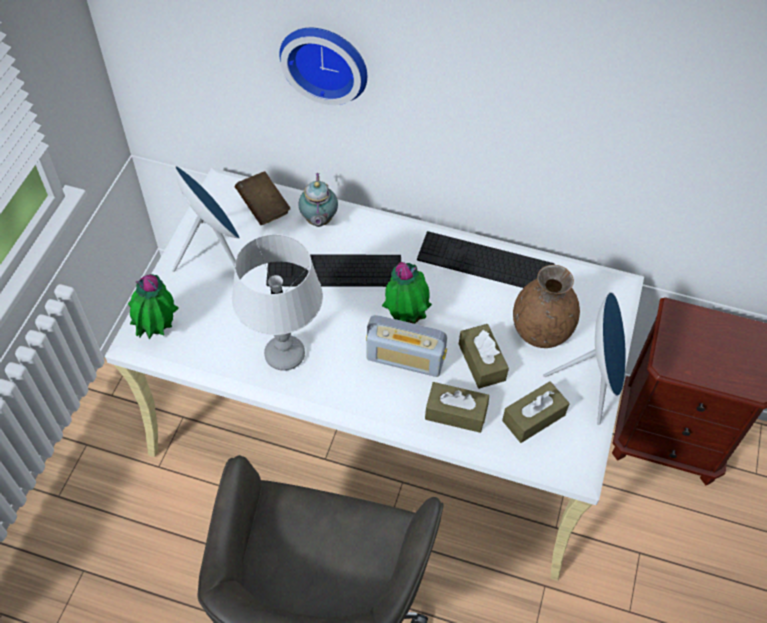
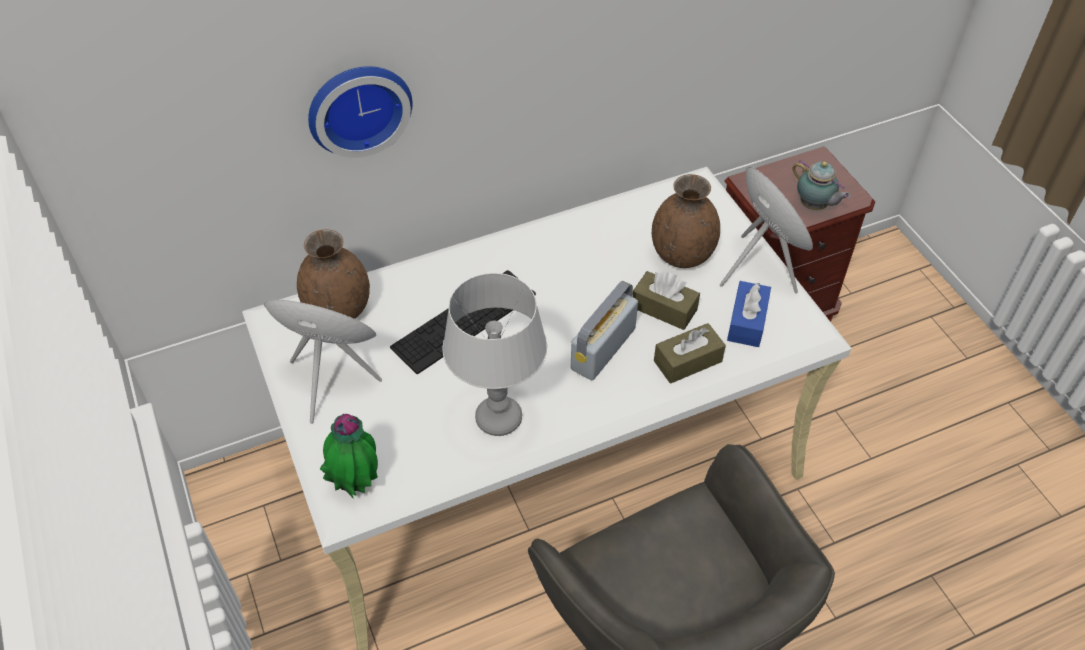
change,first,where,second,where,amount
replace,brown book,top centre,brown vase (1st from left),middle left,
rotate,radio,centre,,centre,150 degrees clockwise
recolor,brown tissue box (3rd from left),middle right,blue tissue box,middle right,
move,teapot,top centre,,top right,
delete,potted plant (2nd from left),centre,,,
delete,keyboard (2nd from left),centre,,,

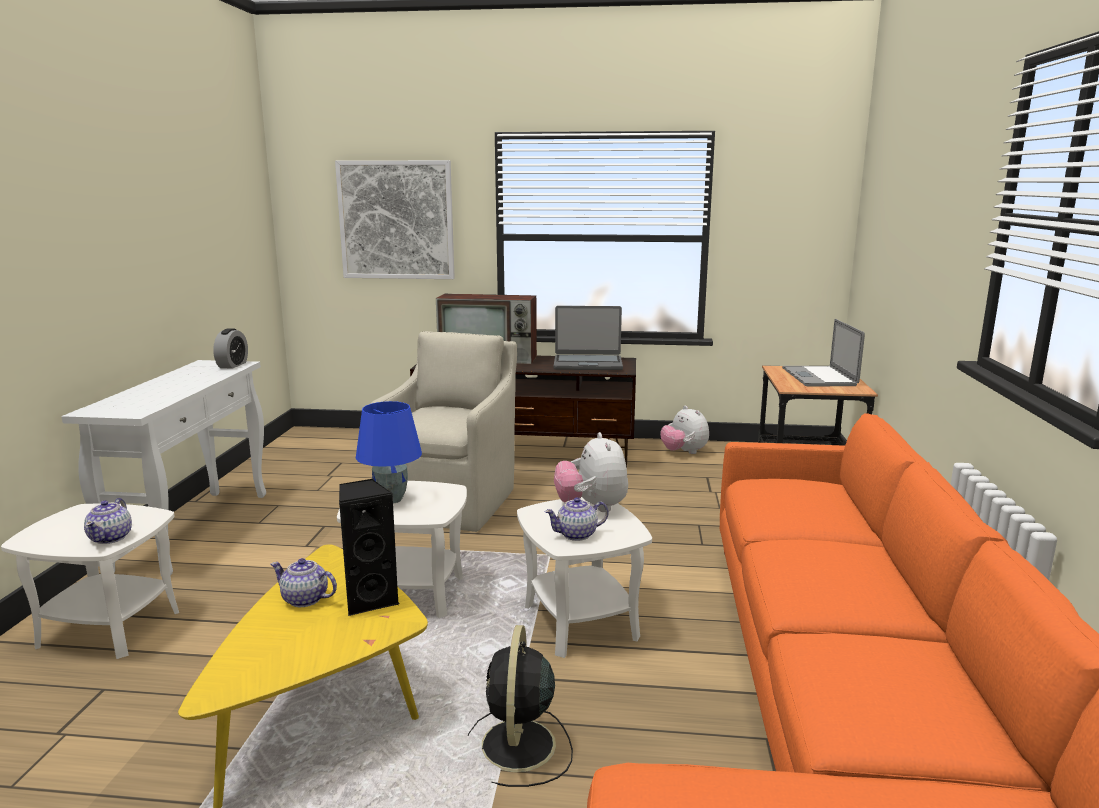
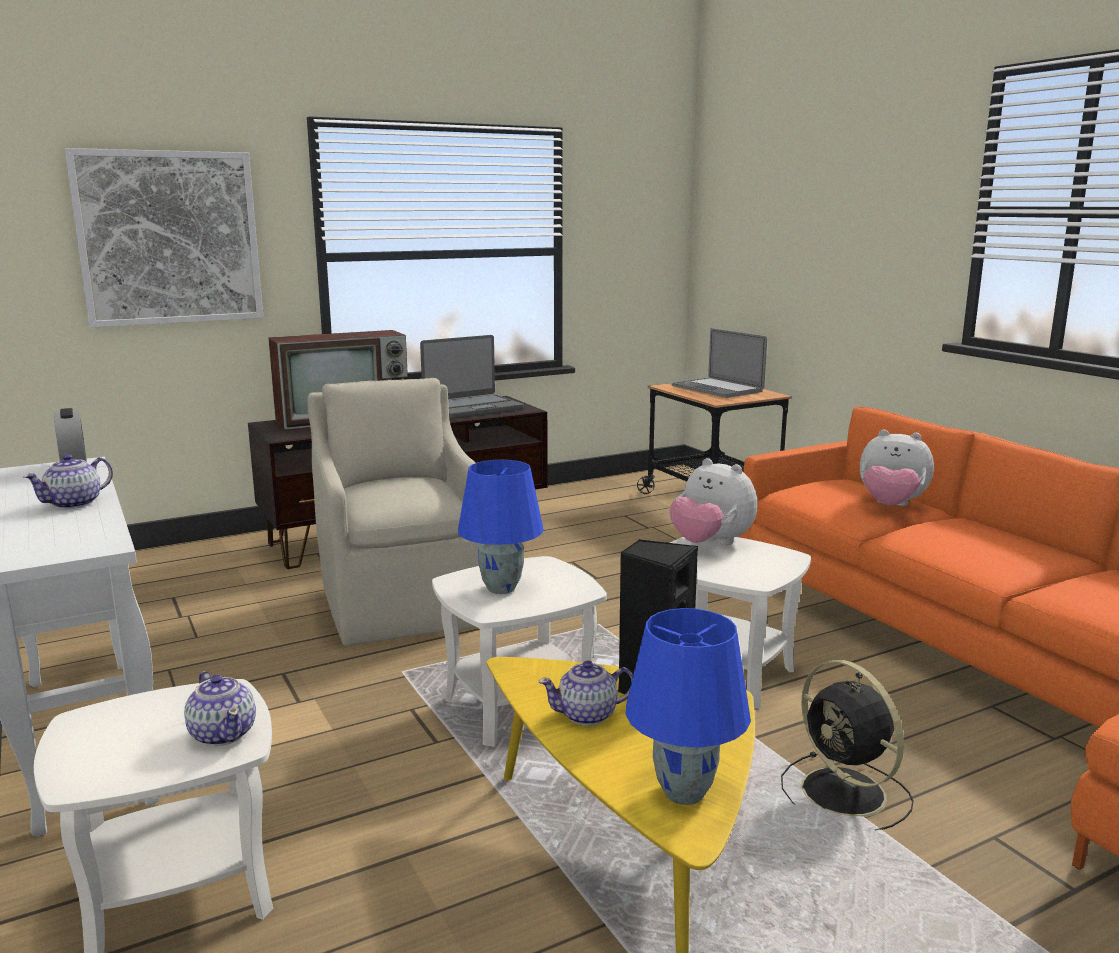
change,first,where,second,where,amount
move,teapot (3rd from left in the first image),centre,teapot (1st from left),middle left,
insert,,,blue table lamp (2nd from left),bottom centre,
move,plush toy (2nd from left),centre,,middle right,

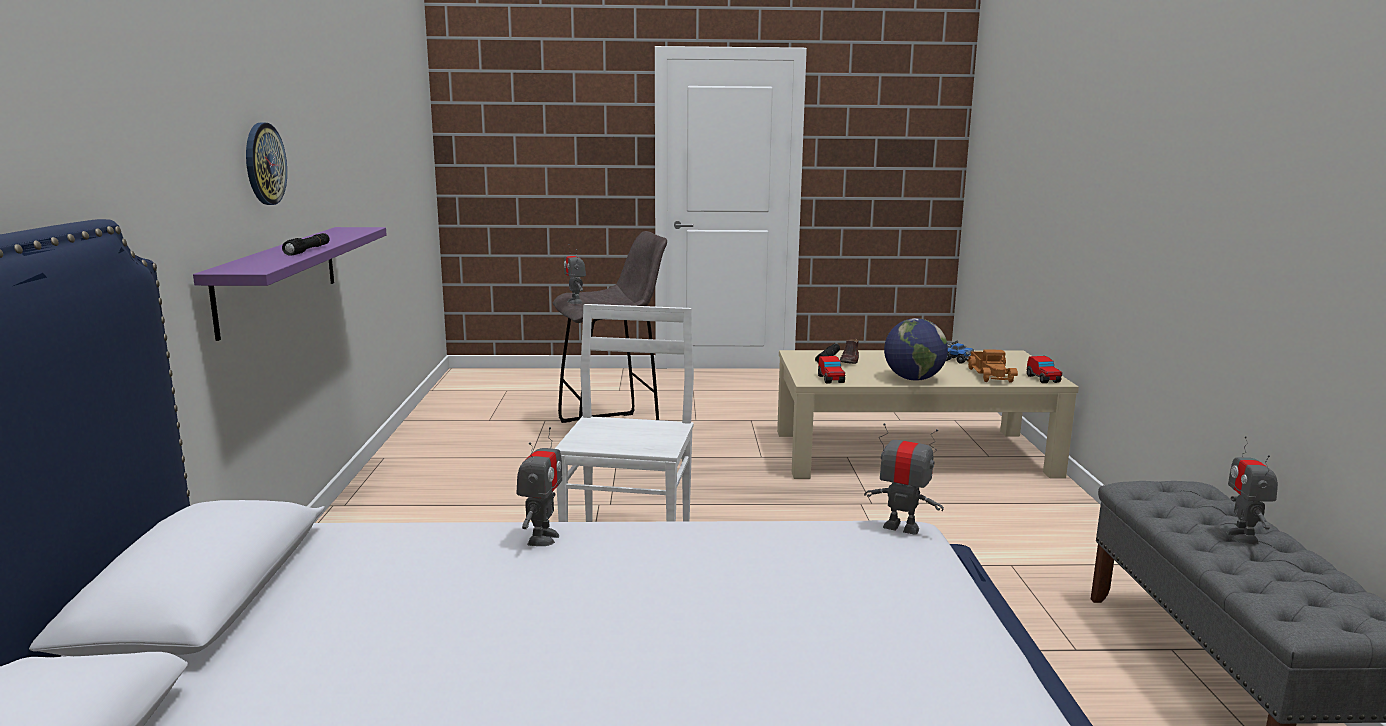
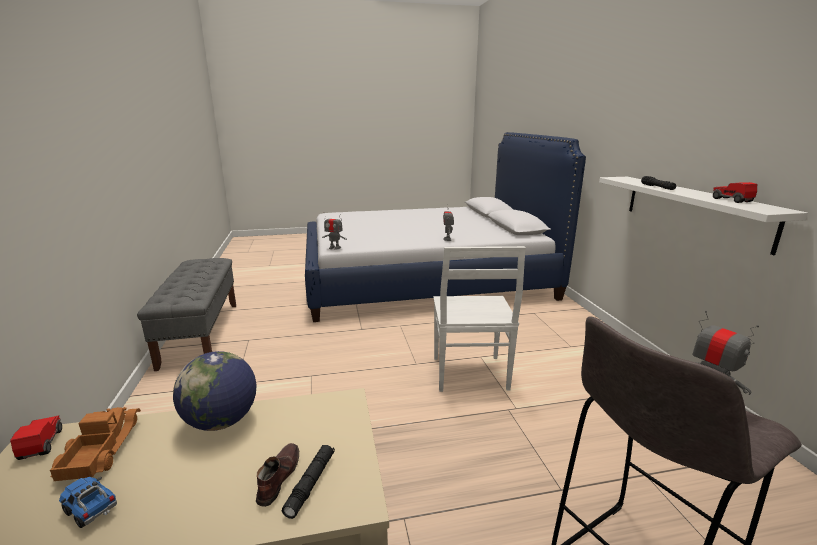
change,first,where,second,where,amount
recolor,purple shelf,middle left,white shelf,middle right,
move,toy car (1st from left in the first image),centre,toy car (2nd from left),middle right,
delete,wall clock,top left,,,
delete,toy robot (4th from left),bottom right,,,

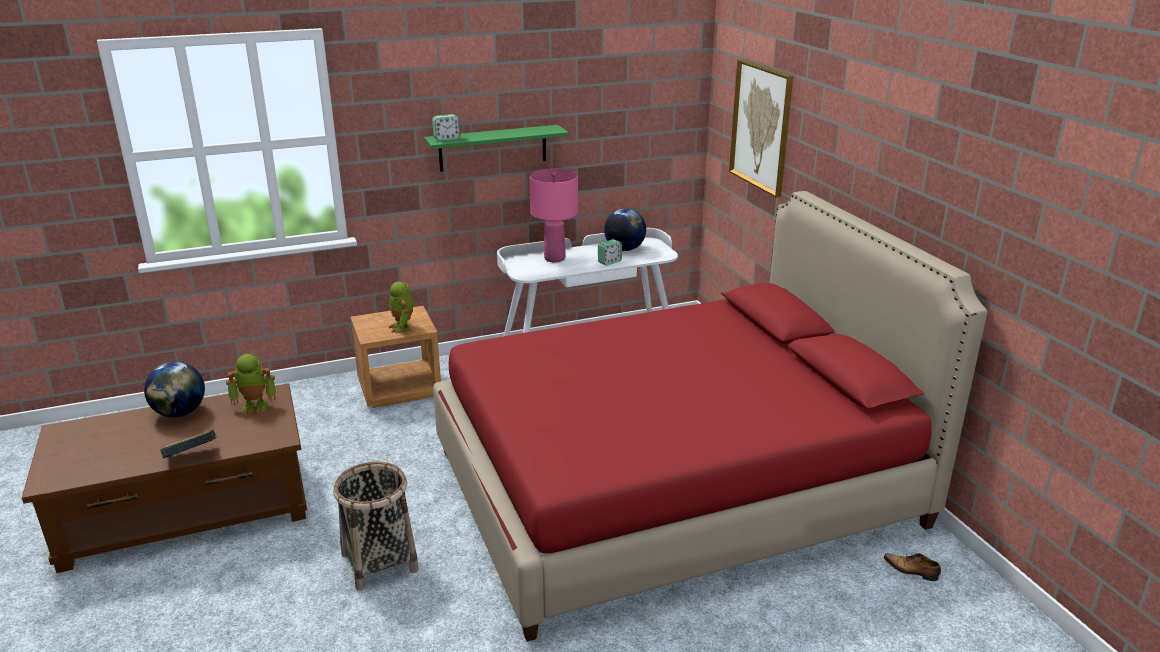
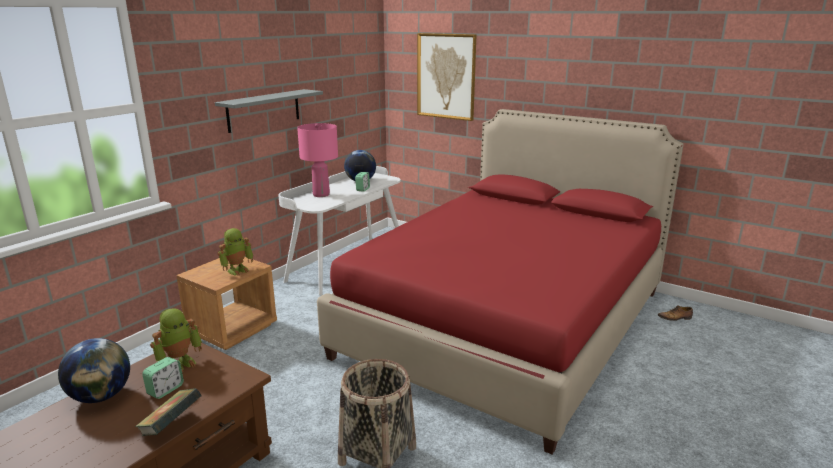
change,first,where,second,where,amount
move,alarm clock (1st from left),top centre,,bottom left,
recolor,green shelf,top centre,grey shelf,top left,
rotate,toy robot (2nd from left),centre,,middle left,75 degrees counterclockwise

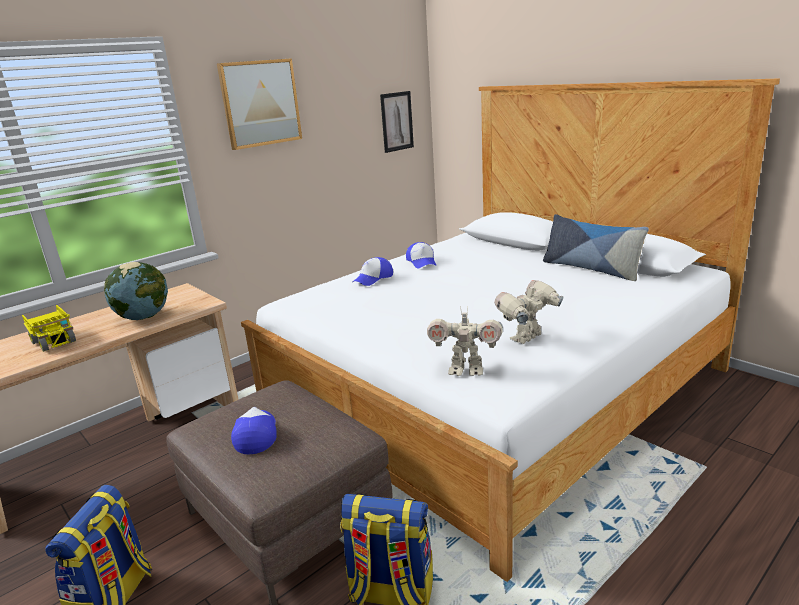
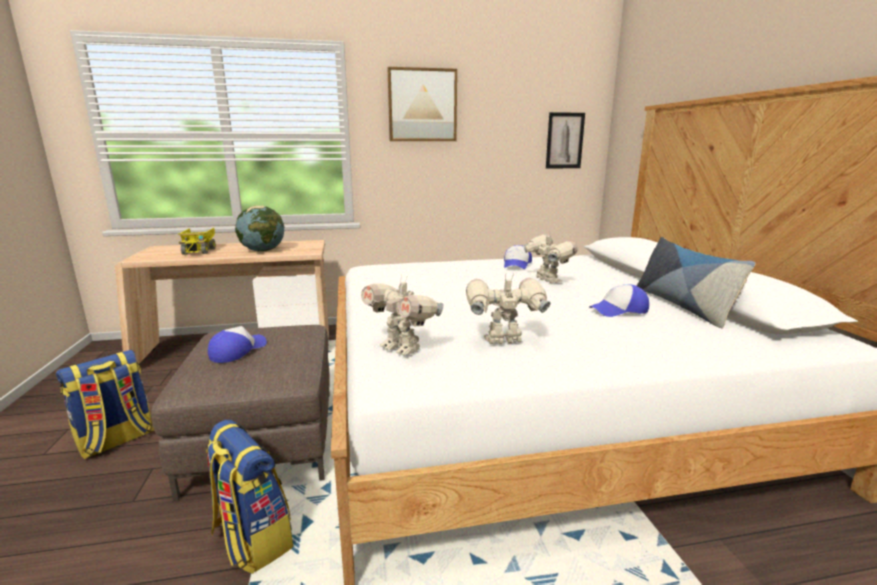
change,first,where,second,where,amount
insert,,,toy robot (3rd from left),centre,
move,cap (2nd from left in the first image),centre,cap (3rd from left),middle right,

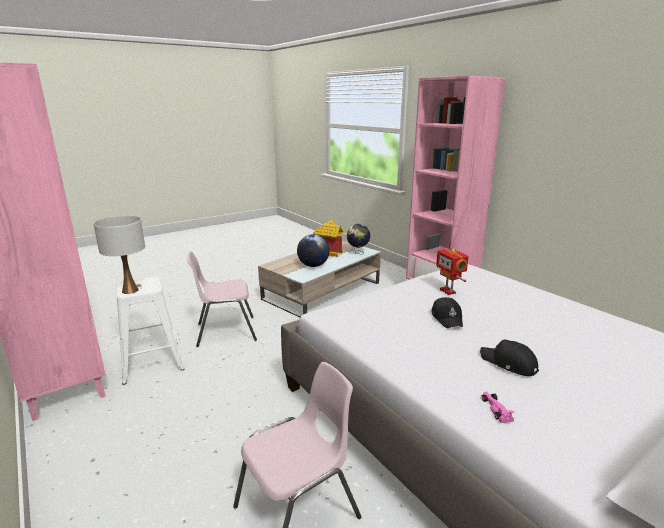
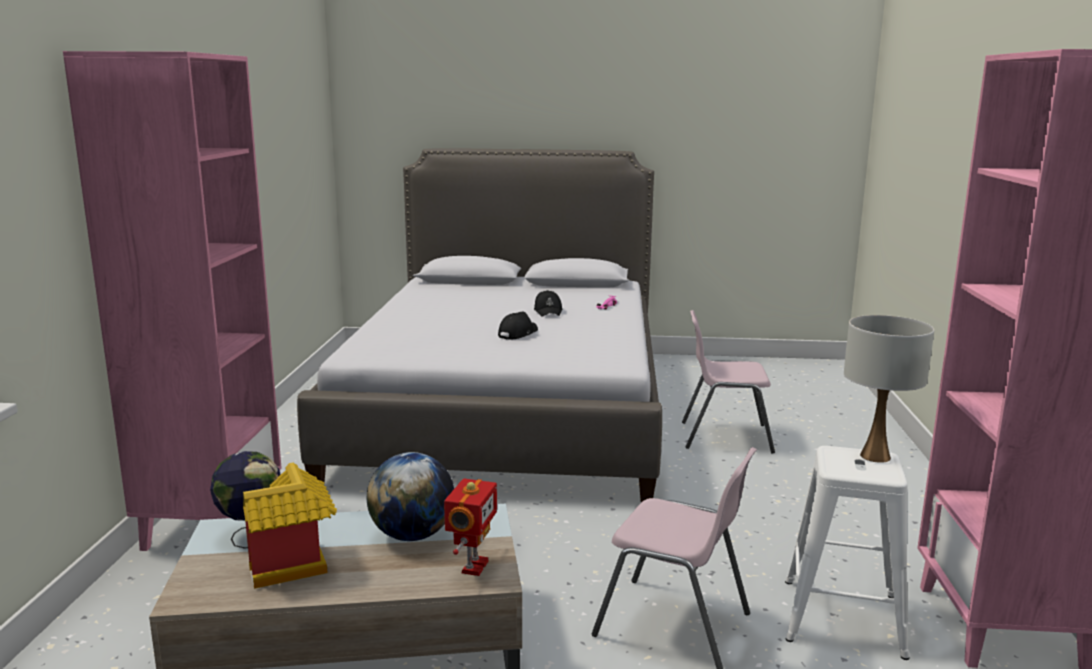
change,first,where,second,where,amount
move,toy robot,middle right,,bottom centre,

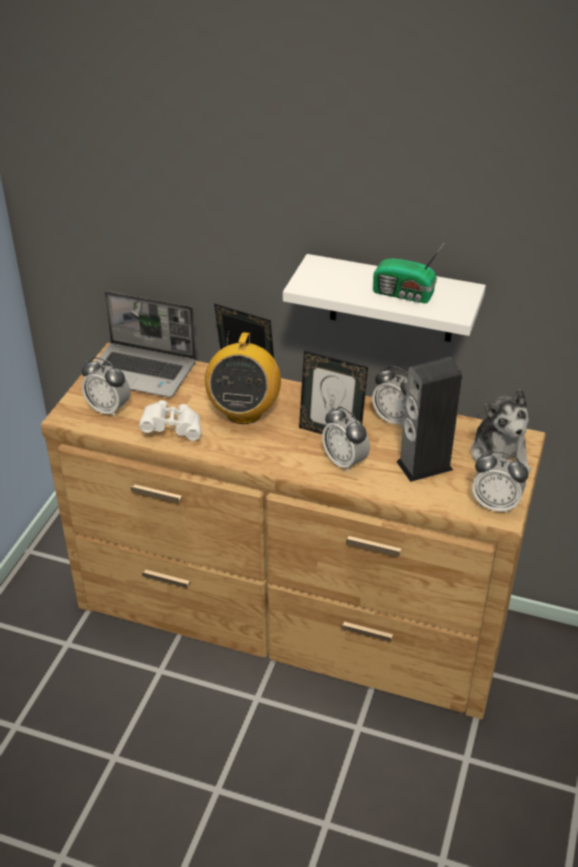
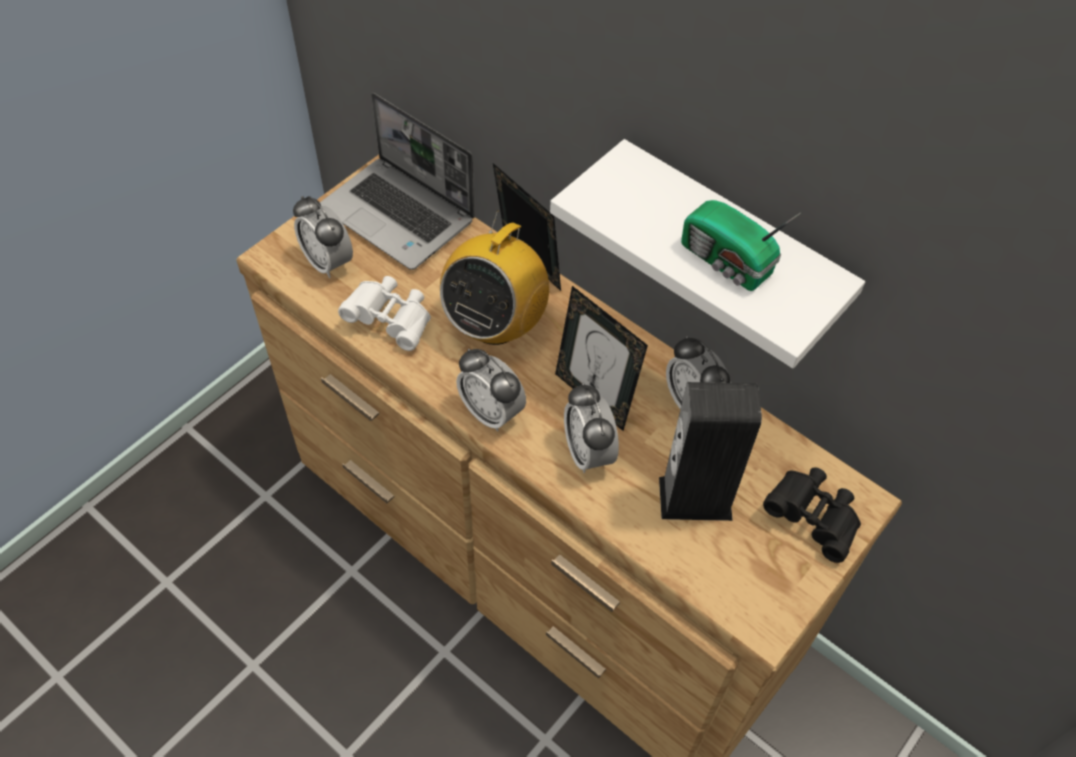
change,first,where,second,where,amount
move,alarm clock (4th from left in the first image),middle right,alarm clock (2nd from left),centre,
replace,plush toy,middle right,black binoculars,bottom right,

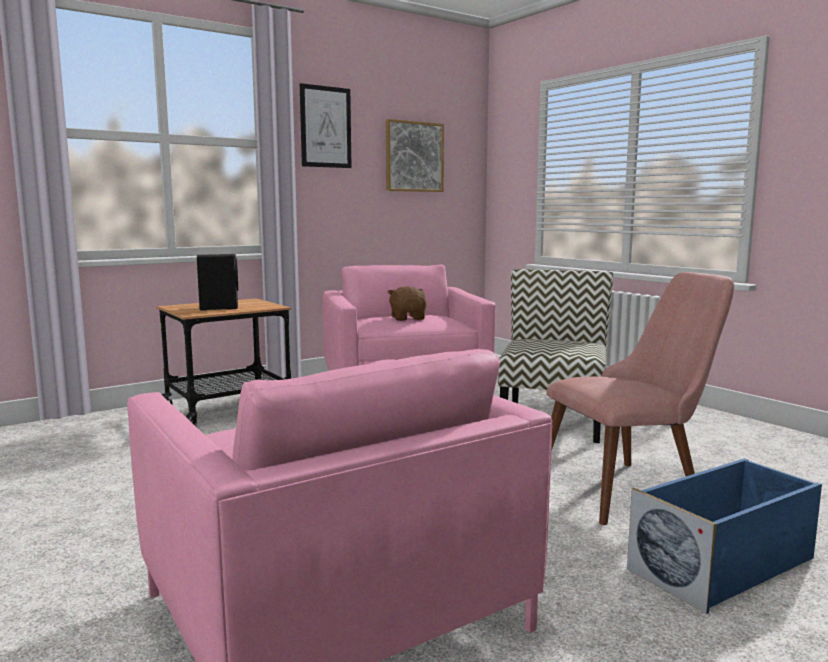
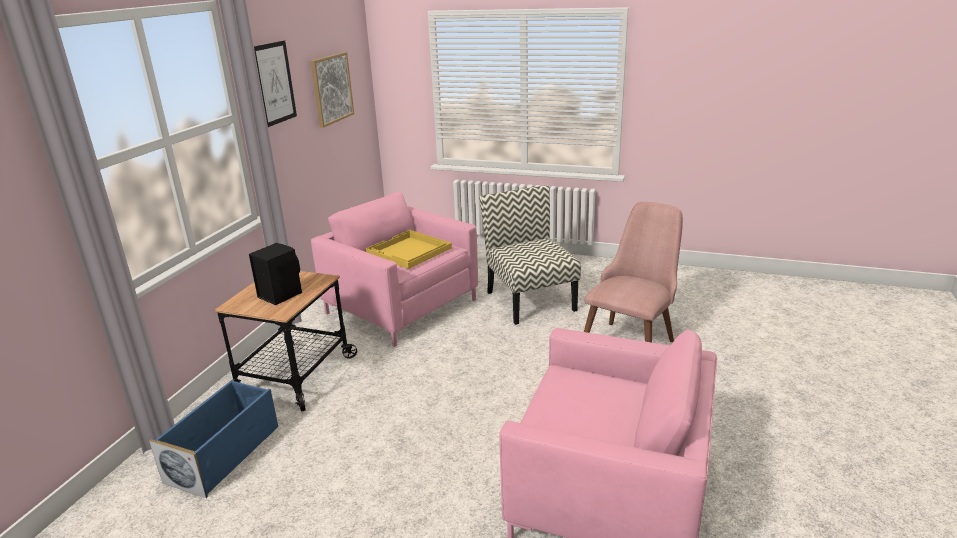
change,first,where,second,where,amount
move,blue storage box,bottom right,,bottom left,
replace,brown plush toy,centre,yellow tray,centre,

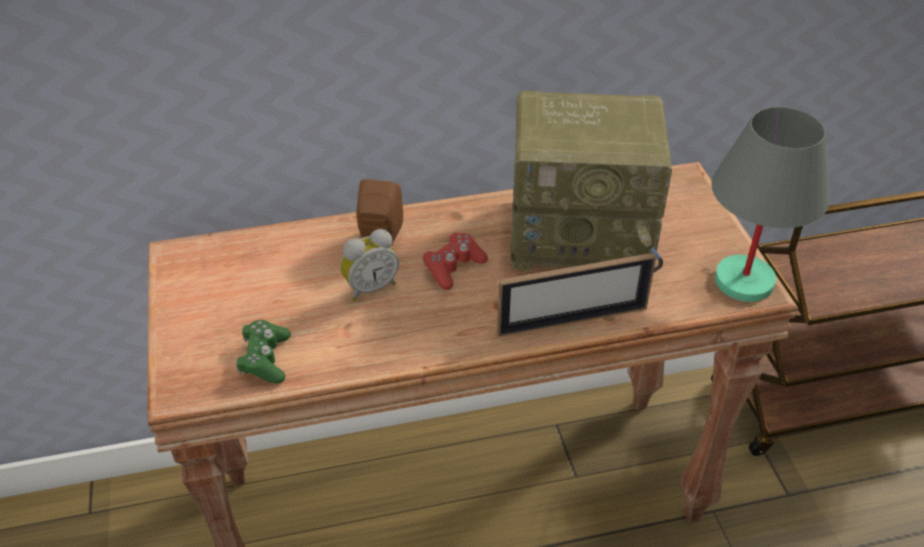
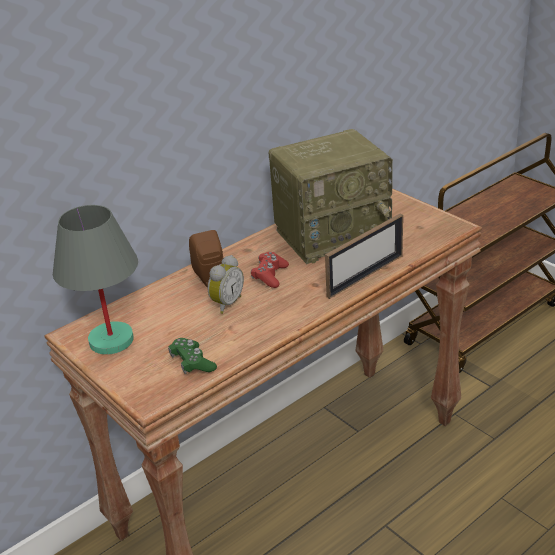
change,first,where,second,where,amount
move,grey table lamp,middle right,,middle left,

